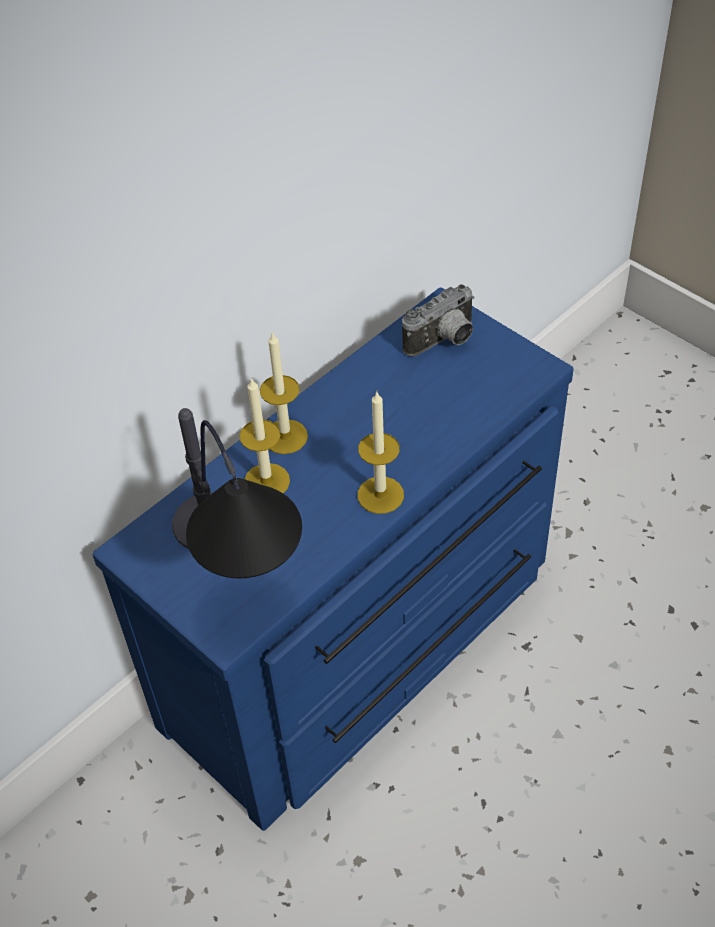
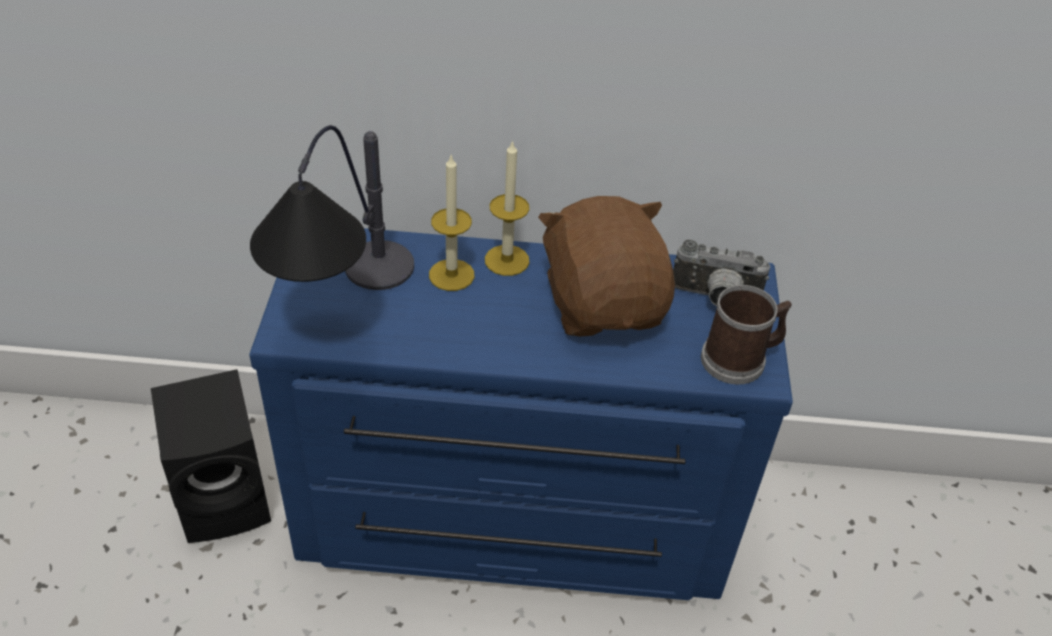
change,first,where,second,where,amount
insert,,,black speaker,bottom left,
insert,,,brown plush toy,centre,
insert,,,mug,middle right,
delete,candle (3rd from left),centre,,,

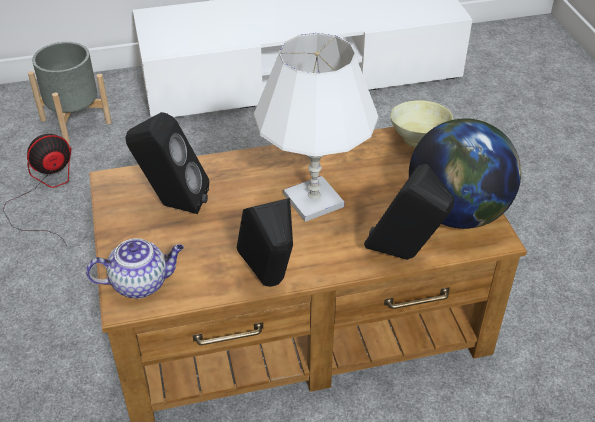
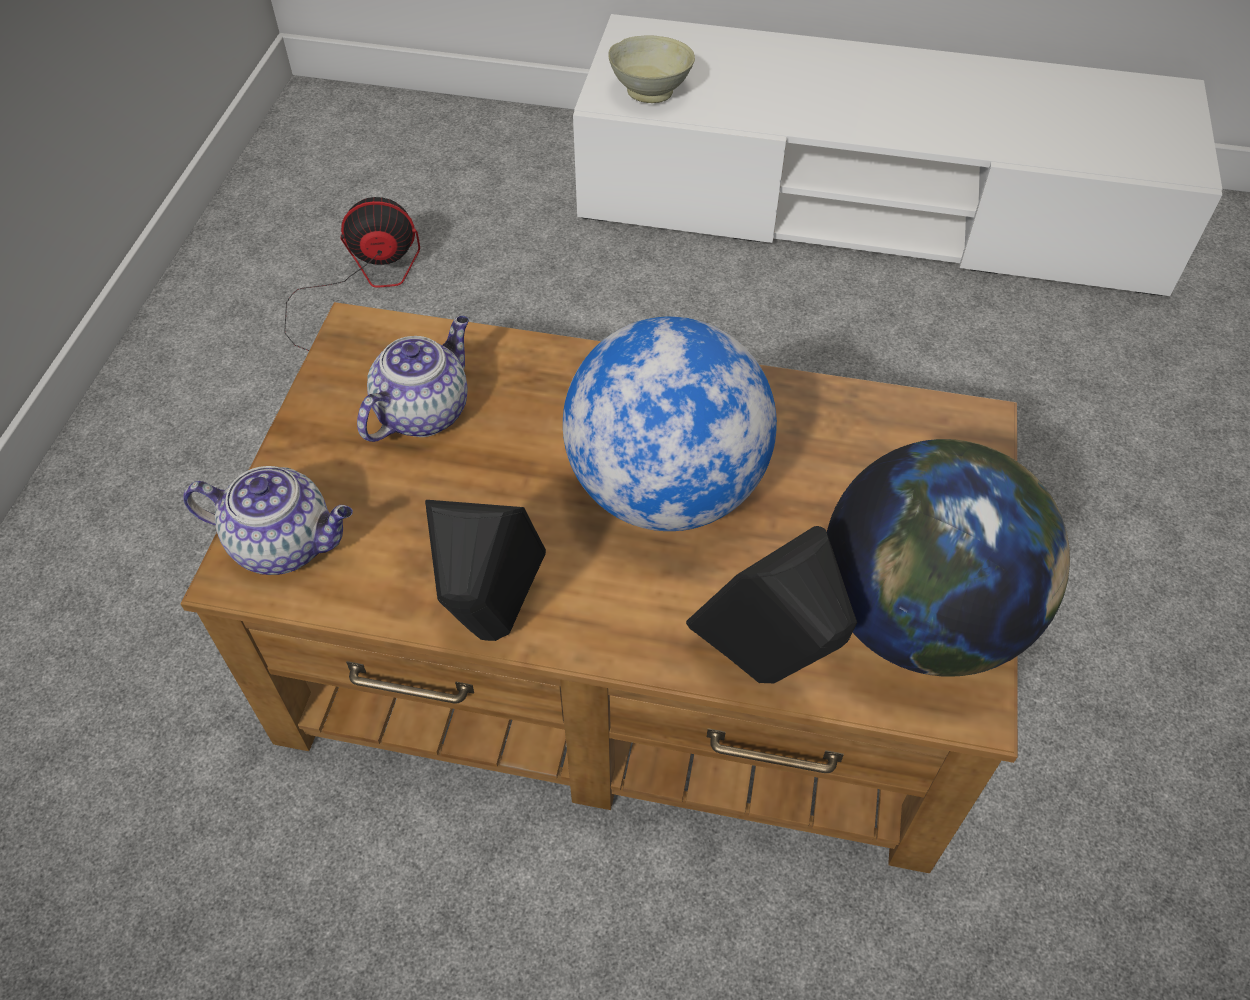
change,first,where,second,where,amount
replace,black speaker (1st from left),middle left,teapot (2nd from left),middle left,
replace,white table lamp,top centre,globe (1st from left),centre,
move,beige bowl,top right,,top centre,
delete,grey planter,top left,,,

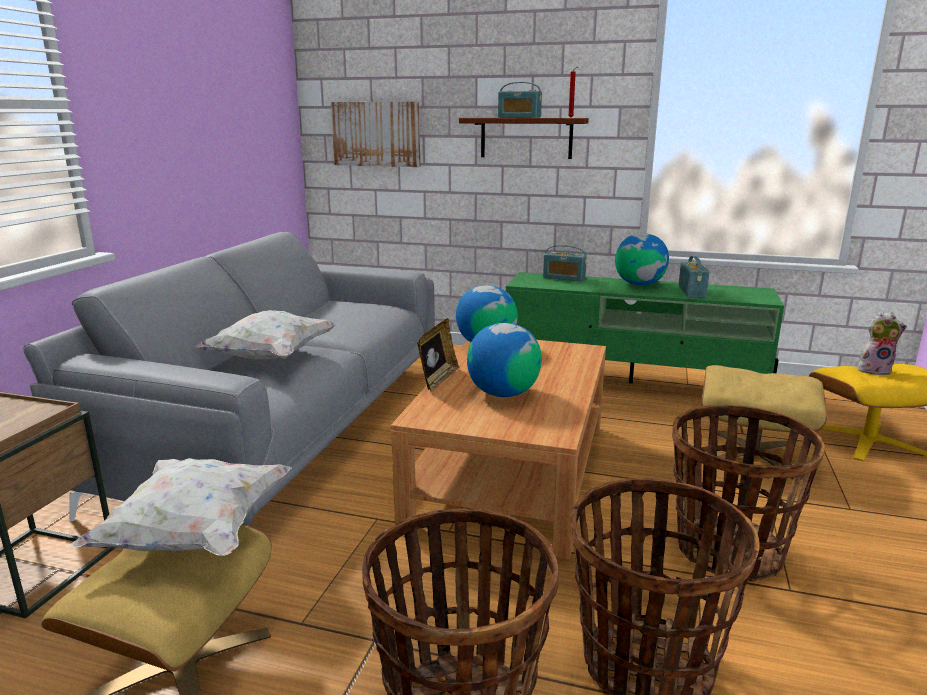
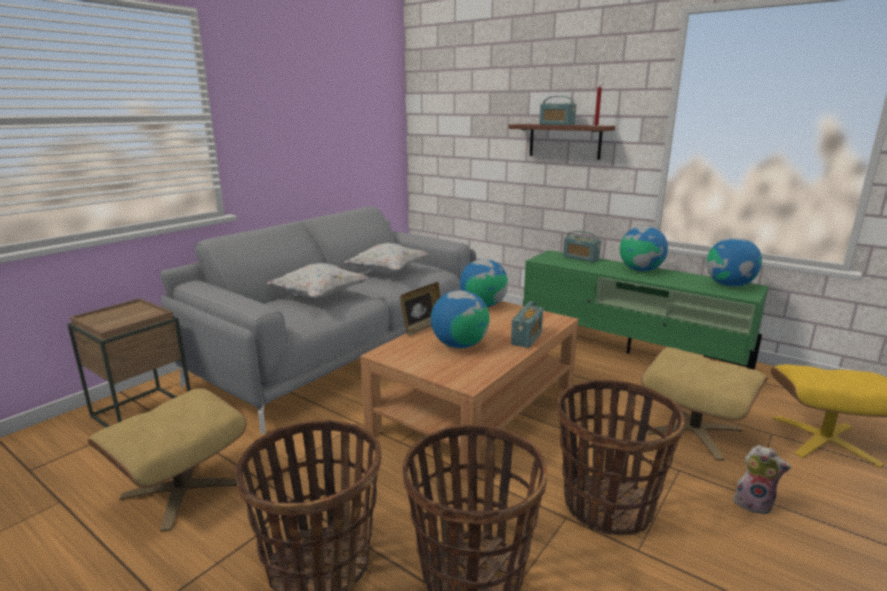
change,first,where,second,where,amount
move,white pillow (1st from left in the first image),bottom left,white pillow (2nd from left),centre,
move,radio (3rd from left in the first image),middle right,radio (1st from left),centre,
insert,,,globe (4th from left),middle right,
move,plush toy,middle right,,bottom right,
delete,picture,top centre,,,

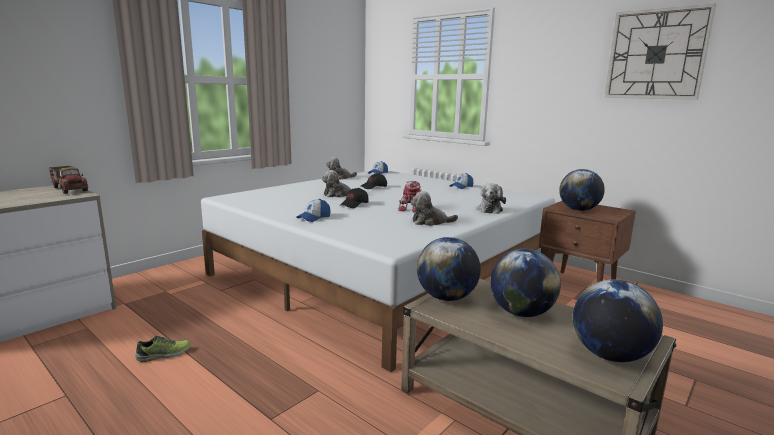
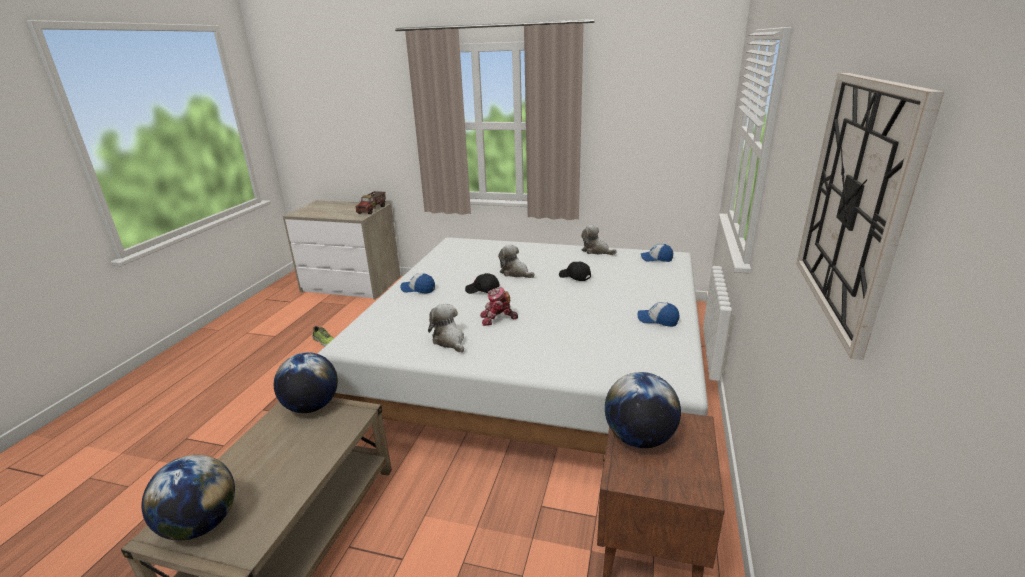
change,first,where,second,where,amount
delete,plush toy (4th from left),centre,,,
delete,globe (2nd from left),middle right,,,

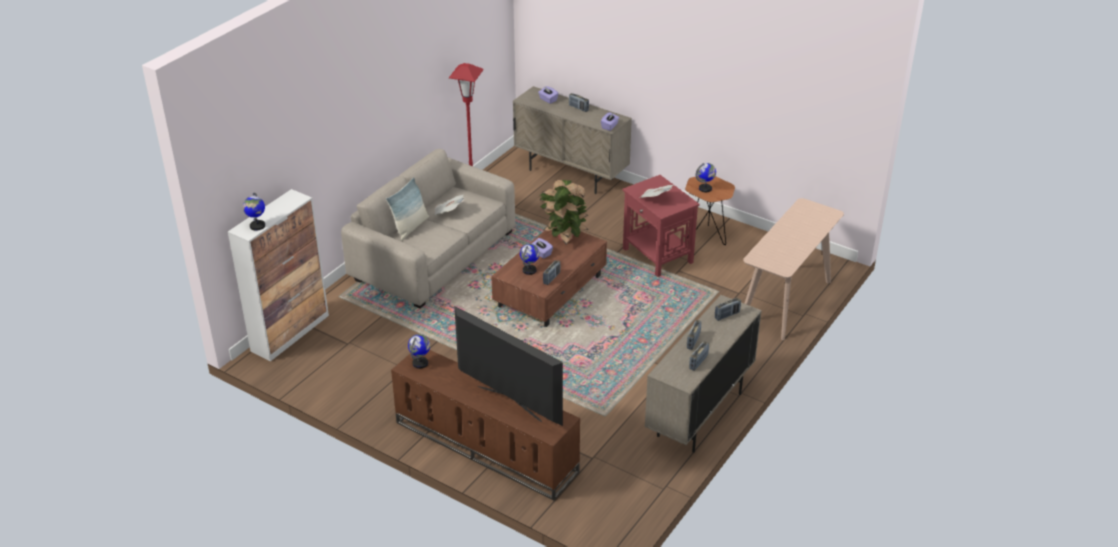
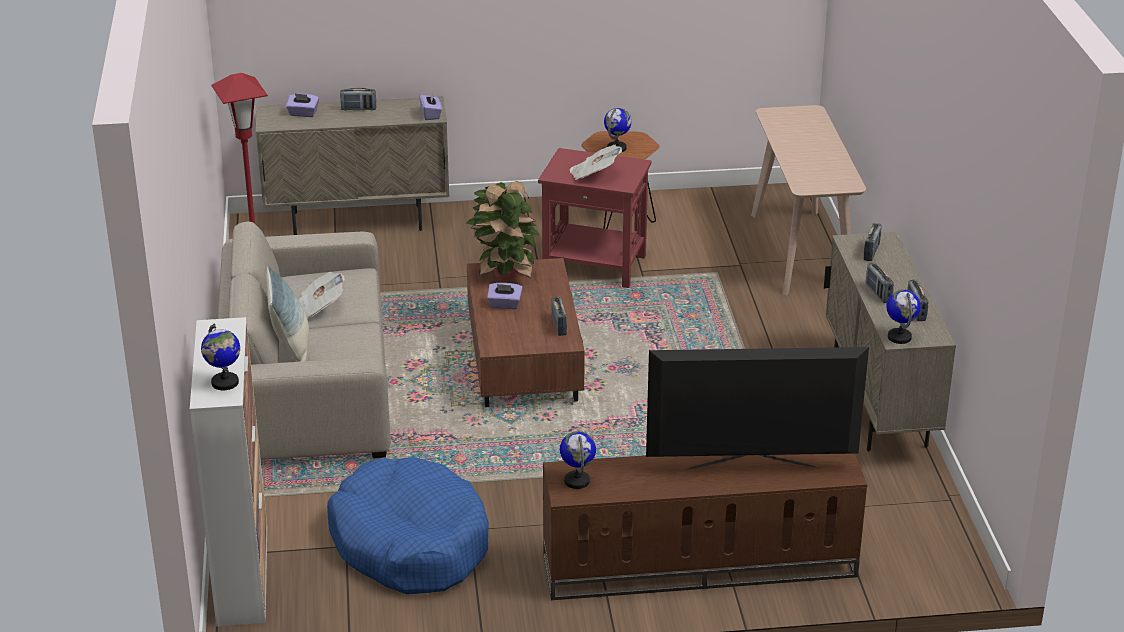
change,first,where,second,where,amount
insert,,,blue dog bed,bottom centre,
move,globe (3rd from left in the first image),centre,globe (4th from left),middle right,

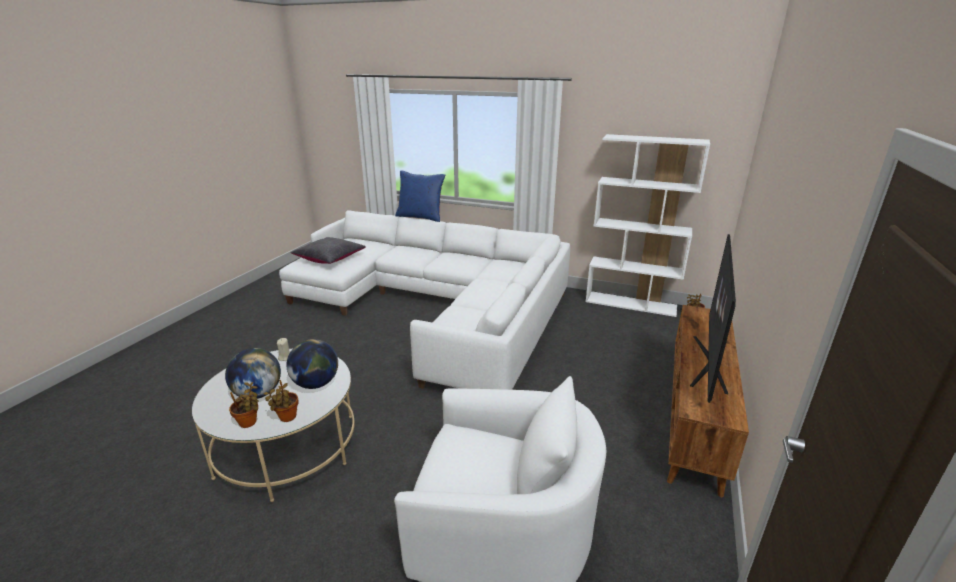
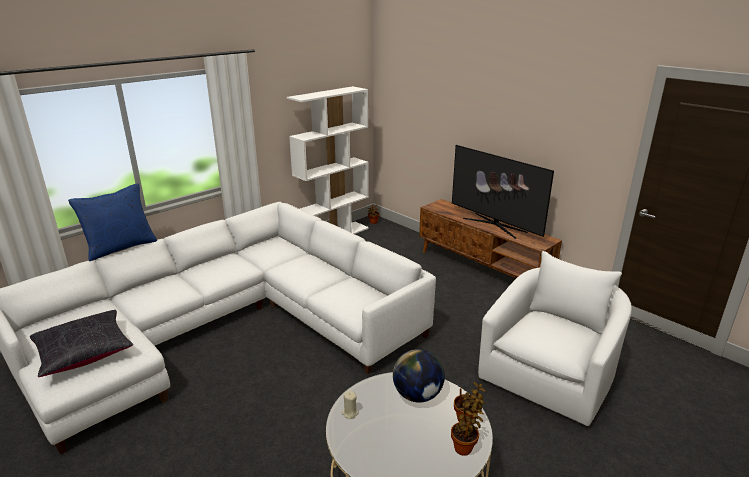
change,first,where,second,where,amount
delete,globe (1st from left),middle left,,,

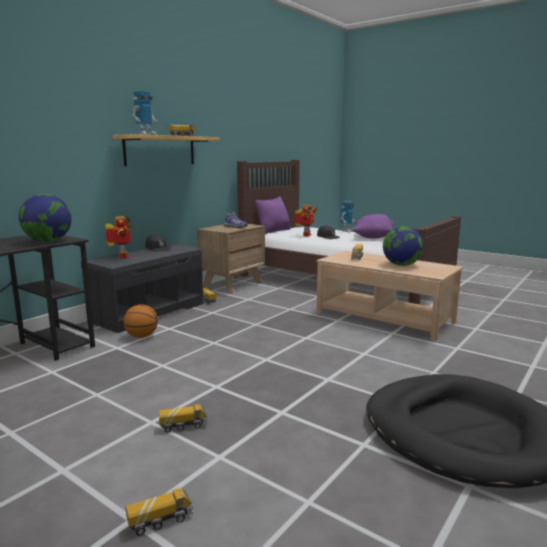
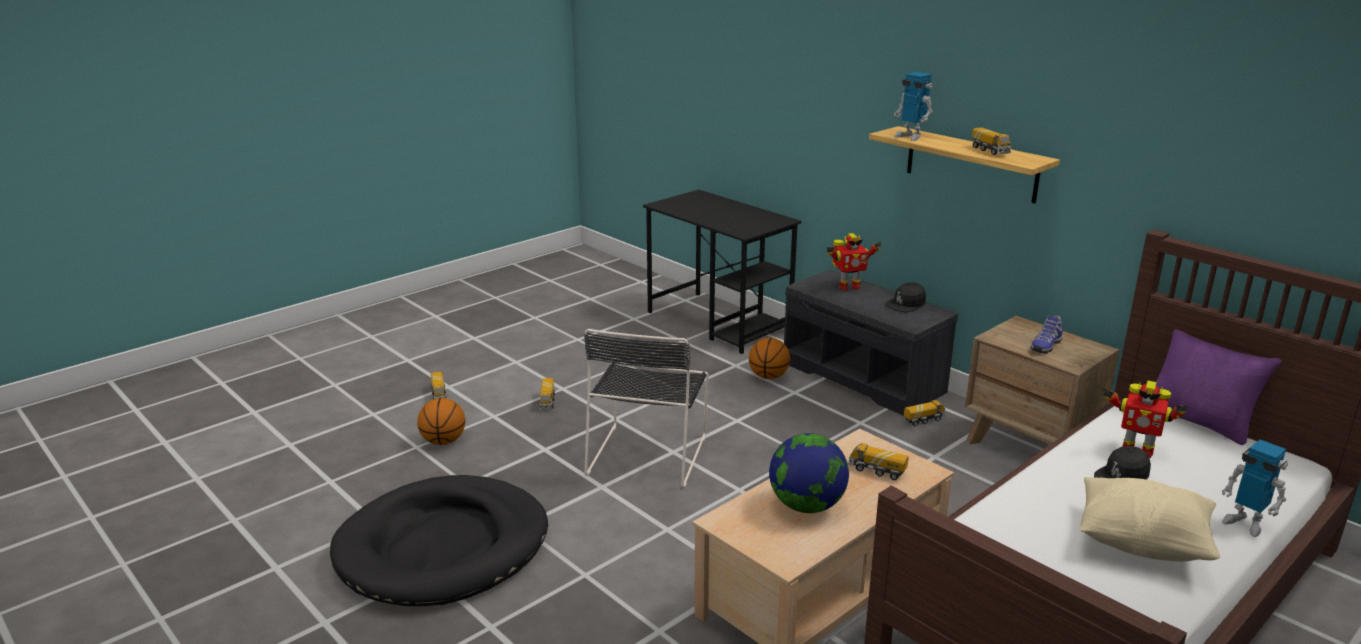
change,first,where,second,where,amount
insert,,,basketball (1st from left),middle left,
insert,,,black chair,centre,
recolor,purple pillow (2nd from left),middle right,beige pillow,bottom right,
delete,globe (1st from left),middle left,,,

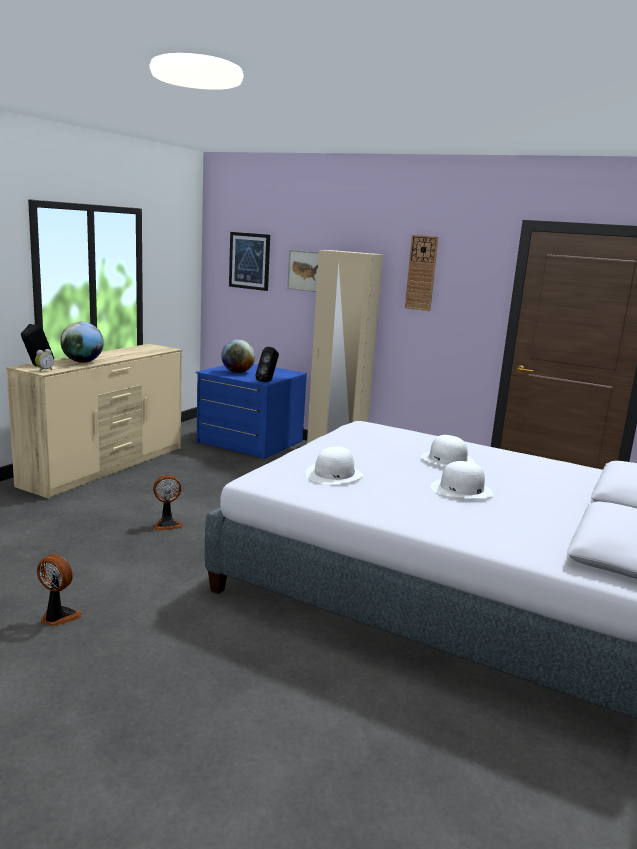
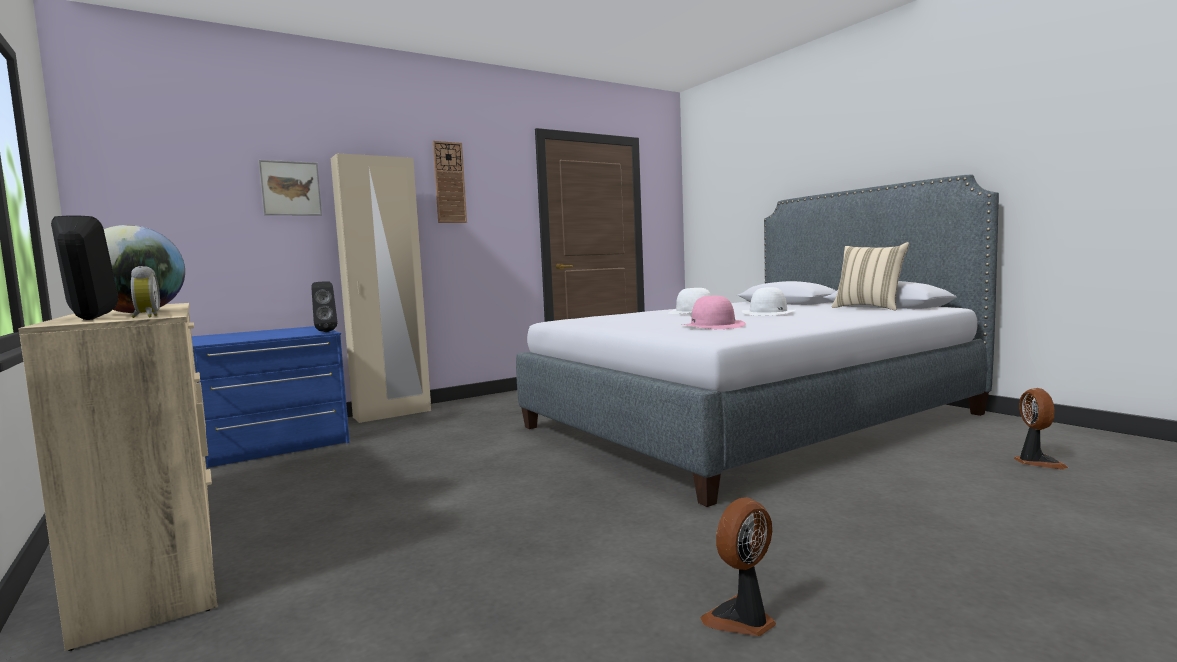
change,first,where,second,where,amount
recolor,white hat (1st from left),centre,pink hat,centre,
insert,,,beige pillow,middle right,
move,fan (2nd from left),middle left,,middle right,
delete,globe (2nd from left),centre,,,
delete,picture (1st from left),top centre,,,

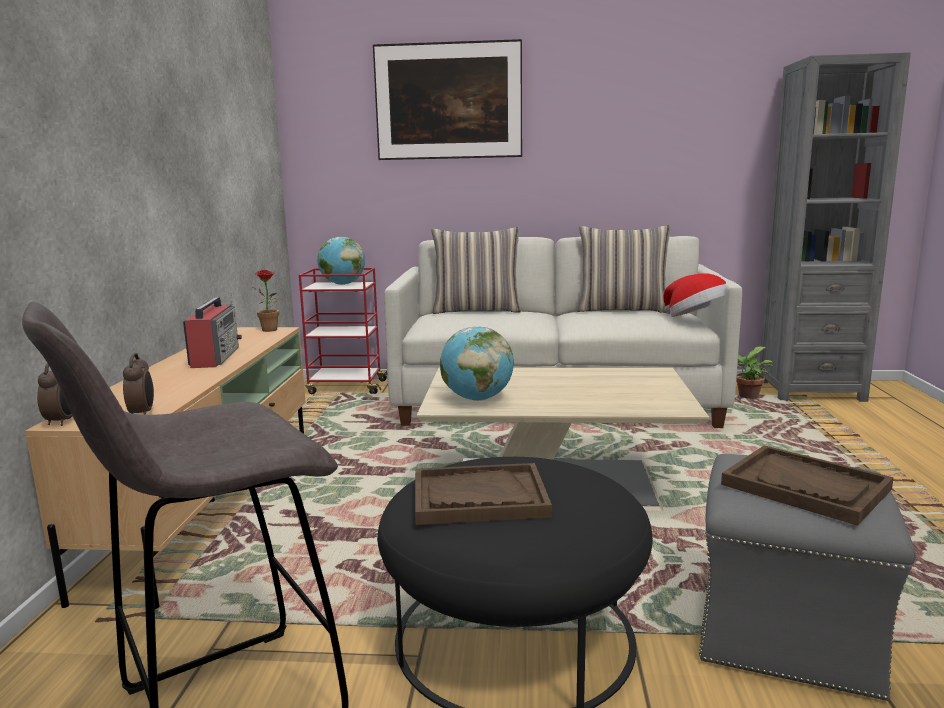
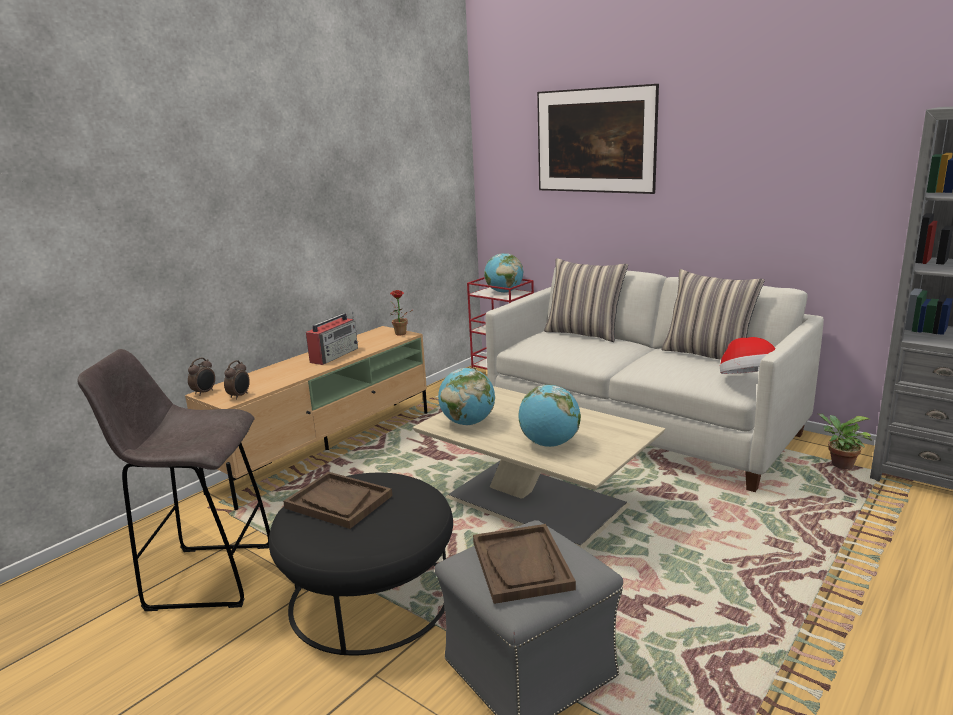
change,first,where,second,where,amount
insert,,,globe (3rd from left),centre,

